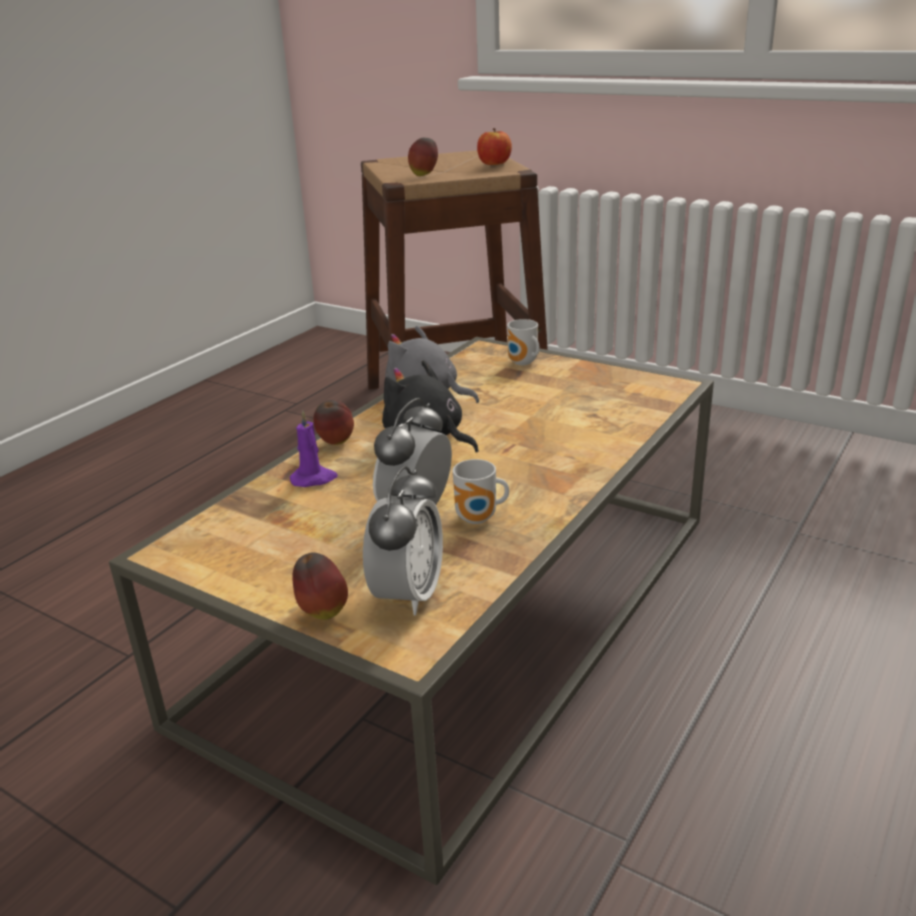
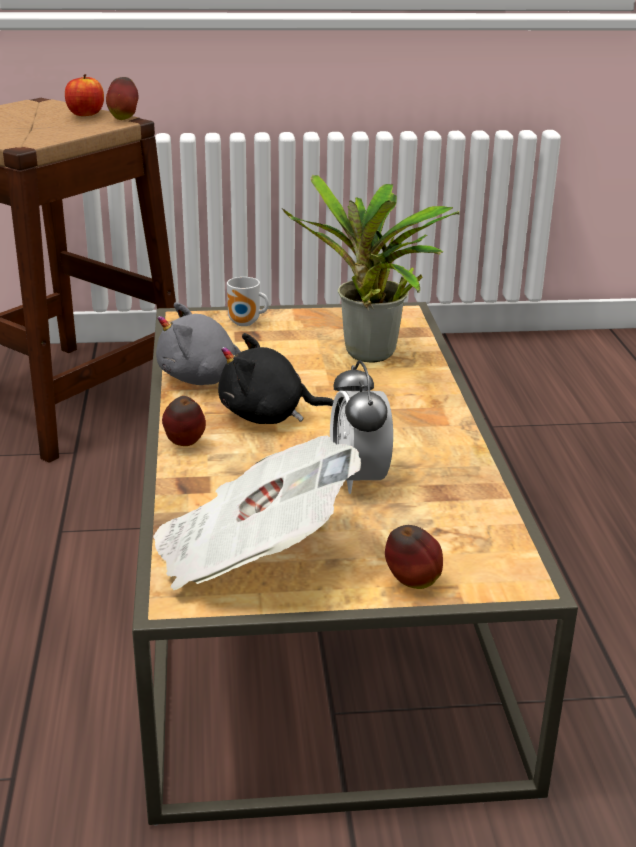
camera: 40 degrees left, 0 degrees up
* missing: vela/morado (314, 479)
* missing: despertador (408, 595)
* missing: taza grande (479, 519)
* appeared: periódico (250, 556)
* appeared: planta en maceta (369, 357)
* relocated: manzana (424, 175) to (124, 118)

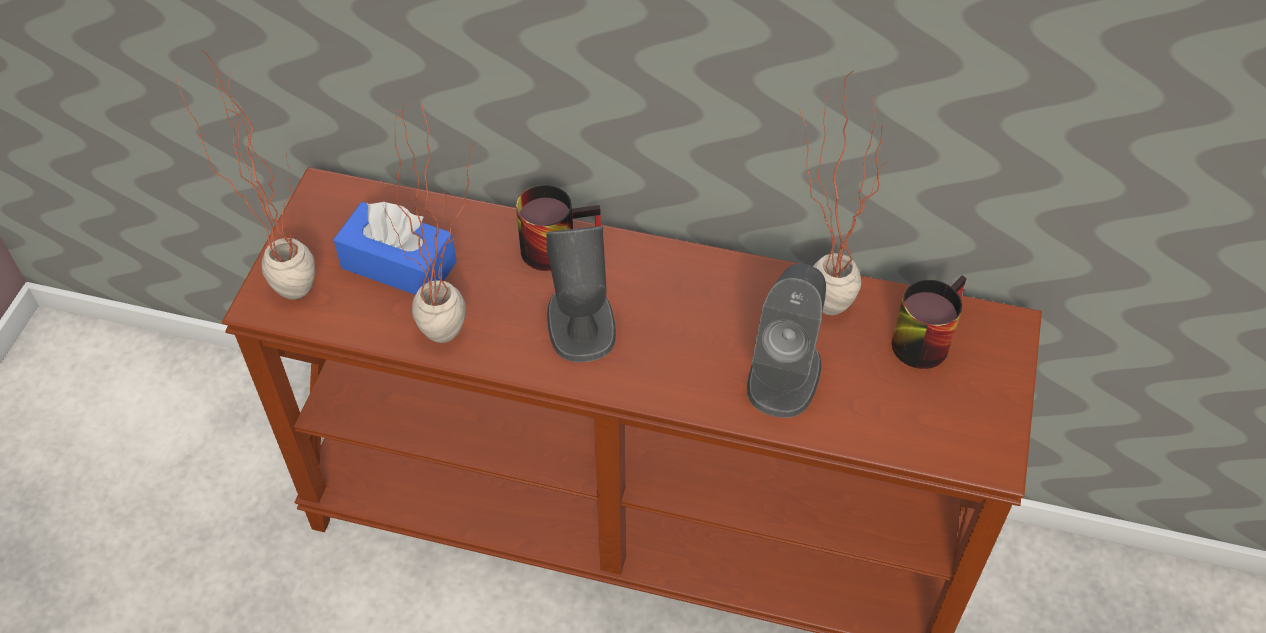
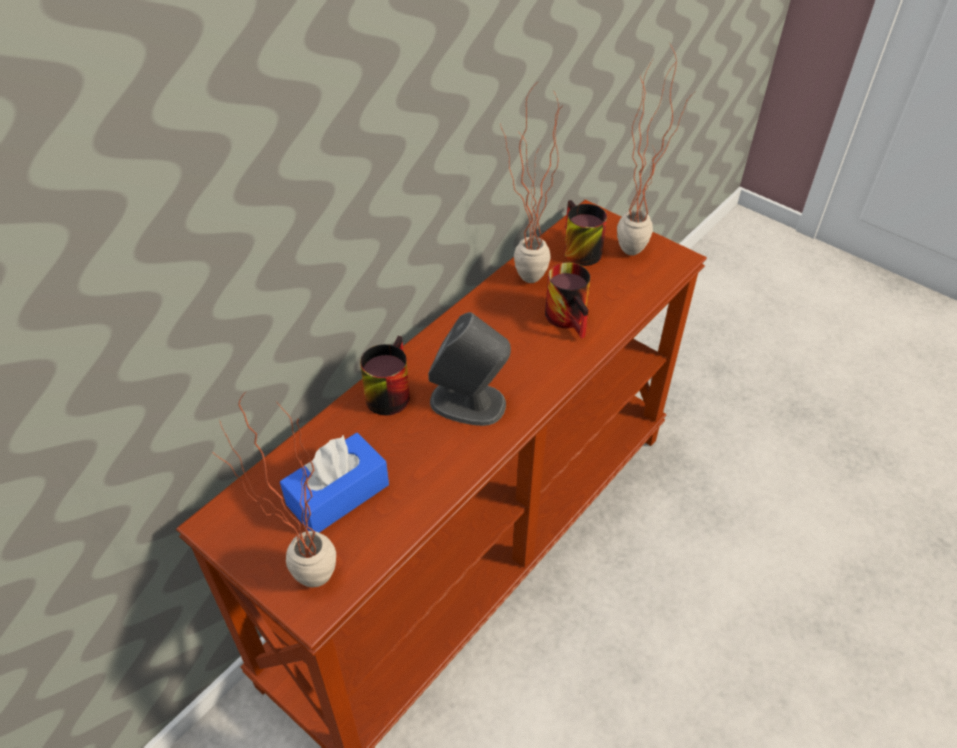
camera: 65 degrees left, 5 degrees down
* relocated: planta en maceta (457, 340) to (638, 246)
* exchanged: altavoz/gris (784, 374) to taza grande (571, 318)

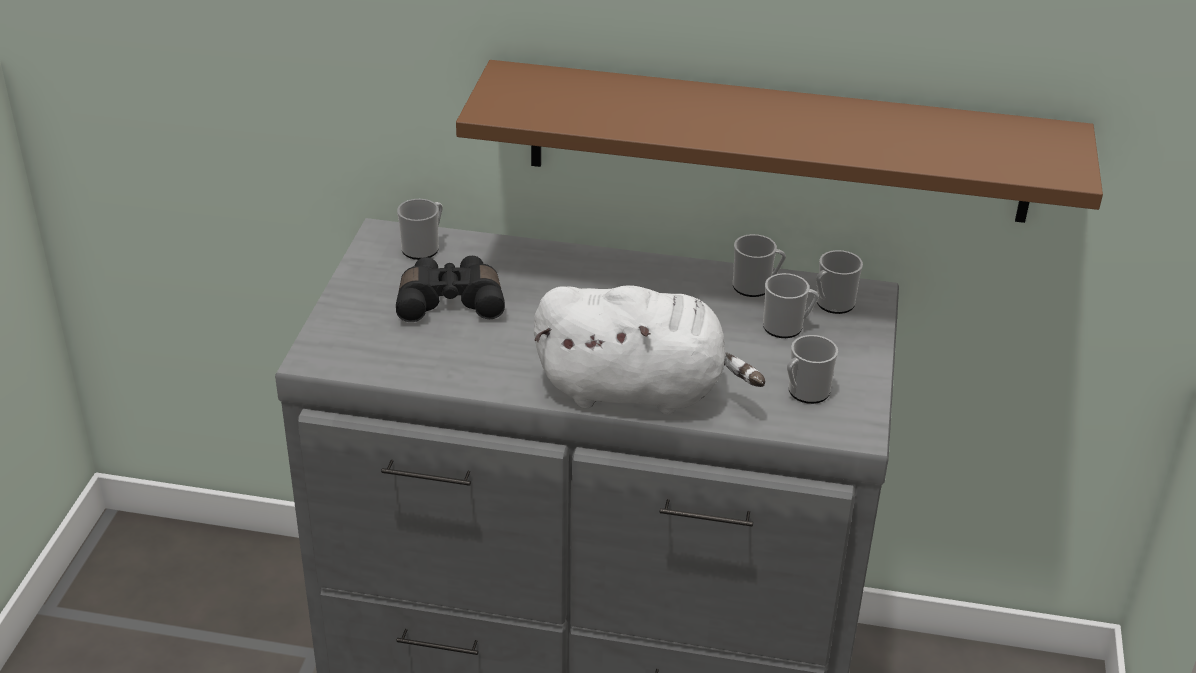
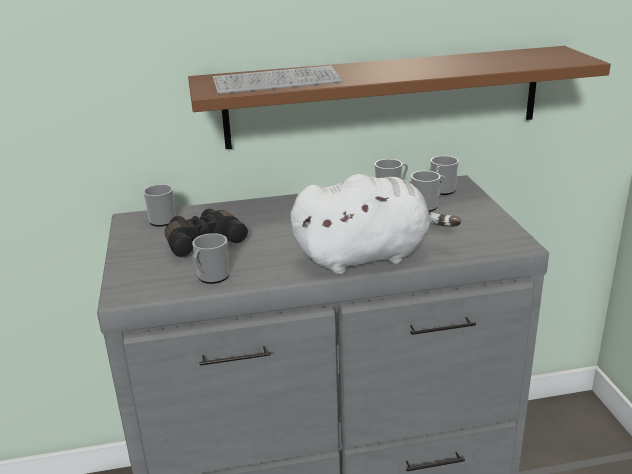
camera: 20 degrees left, 10 degrees down
* appeared: teclado (277, 82)
* relocated: taza grande (805, 392) to (211, 277)

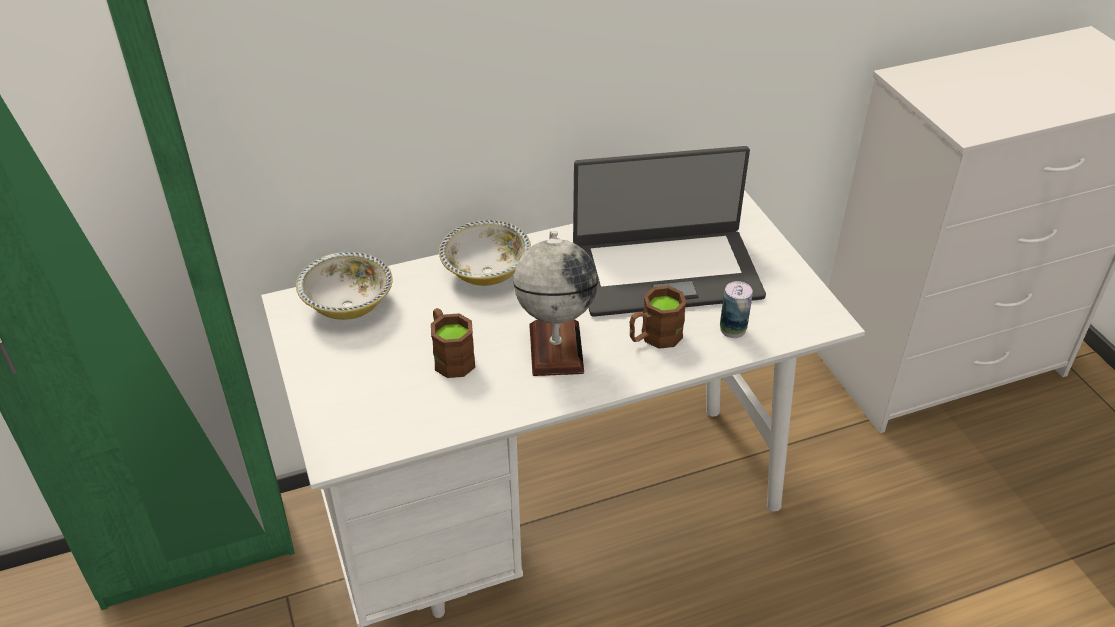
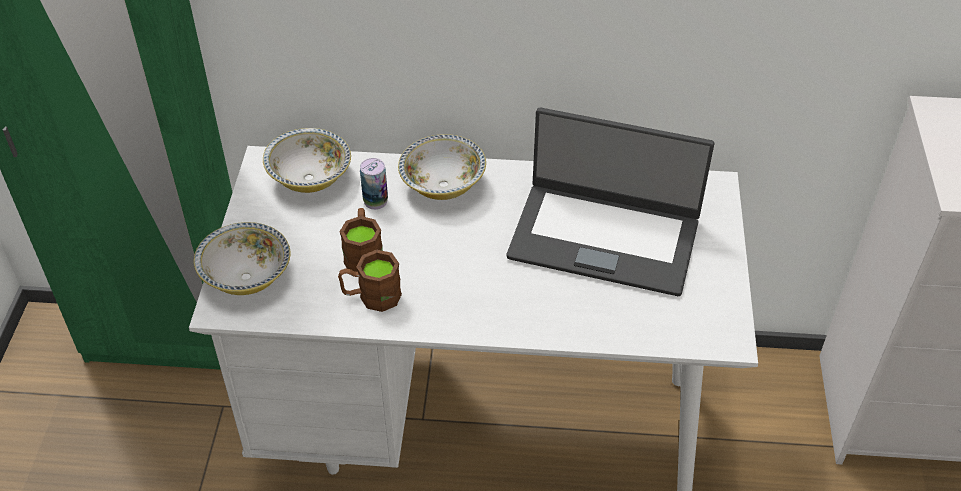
camera: 25 degrees right, 5 degrees up
* missing: globo terráqueo (555, 348)
* appeared: cuenco (246, 276)
* relocated: taza grande/marrón (654, 337) to (371, 296)
* relocated: lata (732, 329) to (375, 201)

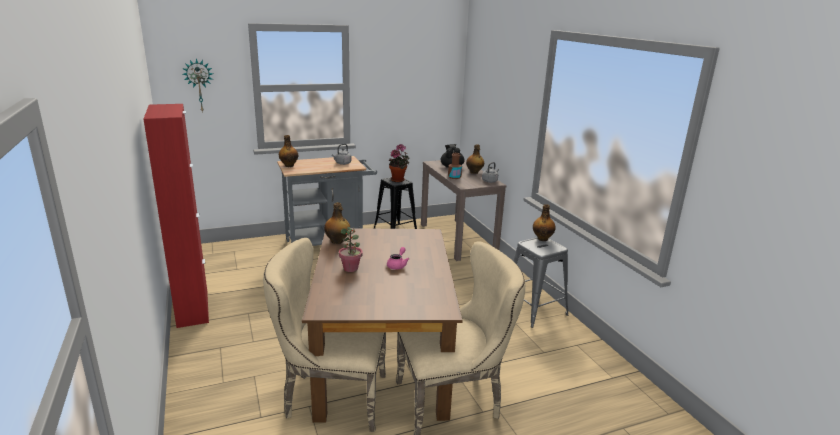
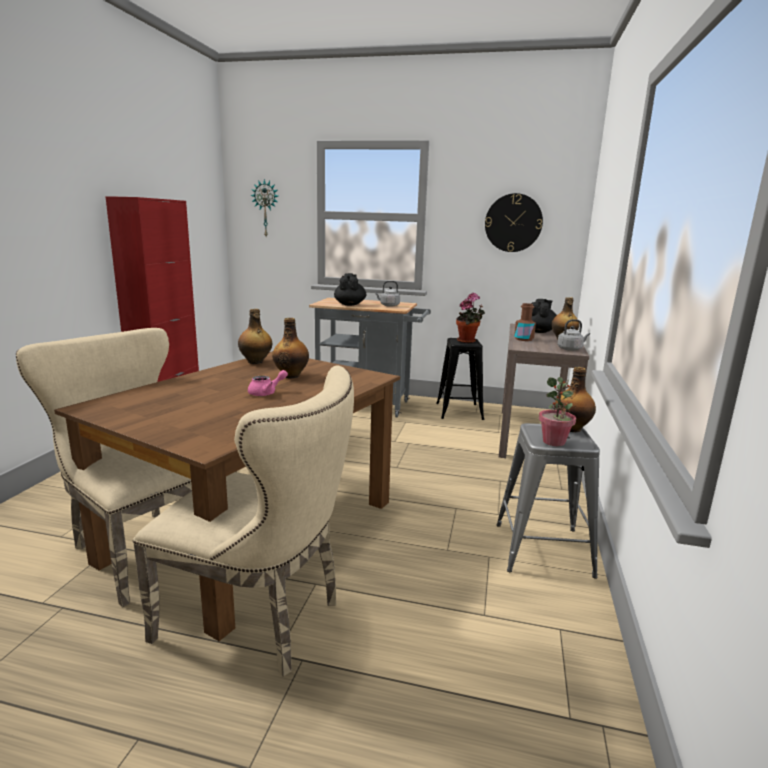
camera: 35 degrees right, 5 degrees down
* appeared: tetera/negro (350, 304)
* appeared: reloj de pared (513, 223)
* relocated: botella (289, 165) to (291, 375)
* relocated: planta en maceta (351, 268) to (554, 442)

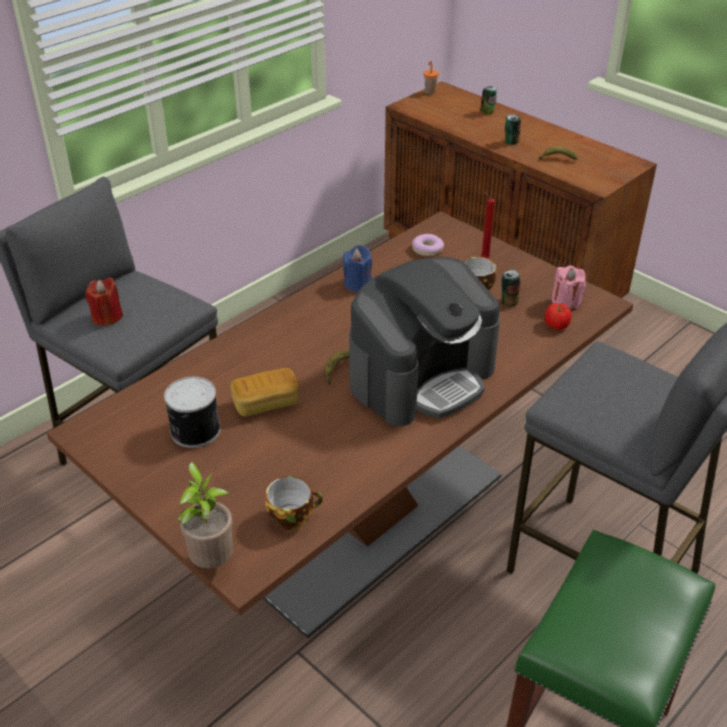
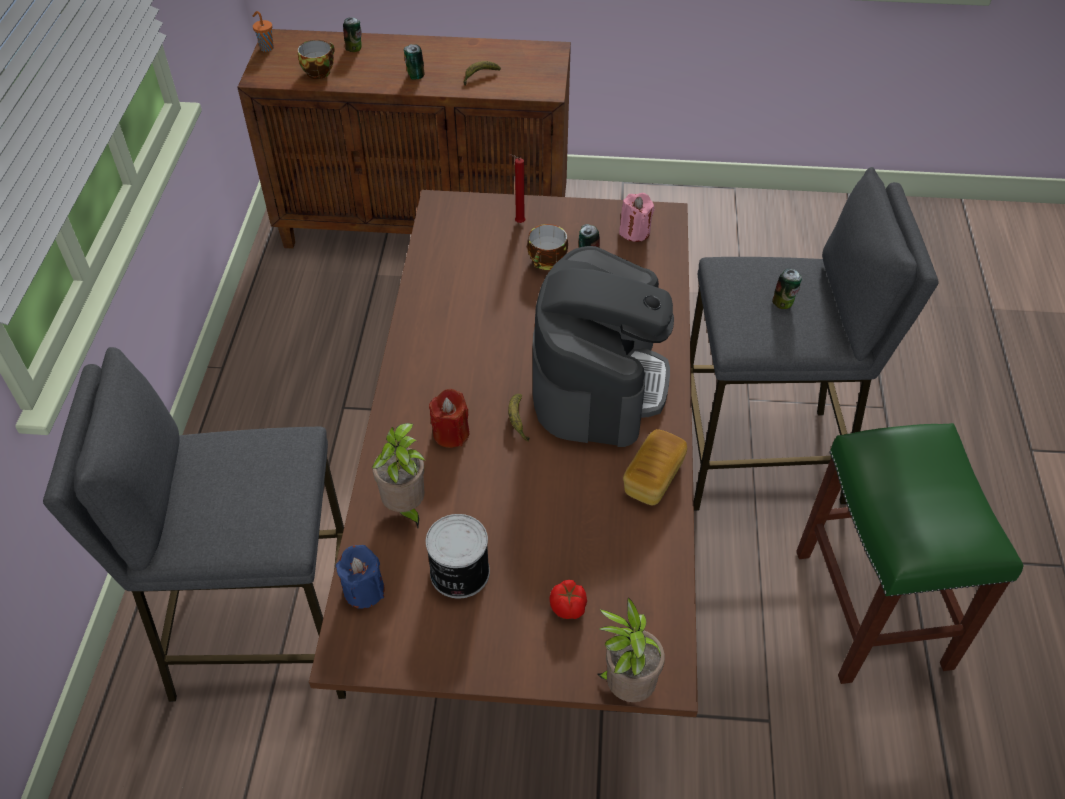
camera: 40 degrees left, 10 degrees up
* missing: rosquilla (427, 249)
* appeared: planta en maceta (405, 508)
* appeared: lata (784, 303)
* relocated: vela/rojo (107, 317) to (451, 433)
* relocated: pan (266, 403) to (653, 478)
* relocated: taza (293, 516) to (319, 71)
* relocated: vela/azul (357, 284) to (364, 590)
* relocated: tomate (556, 325) to (568, 608)

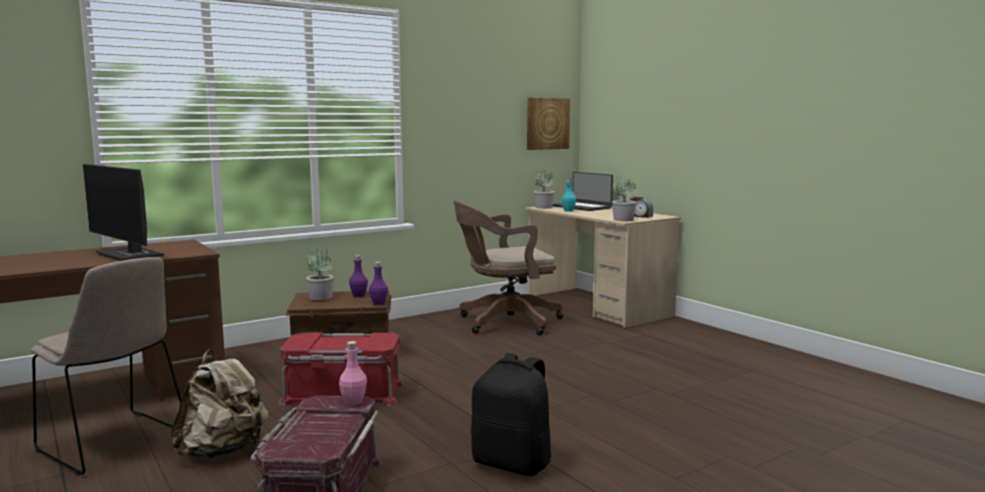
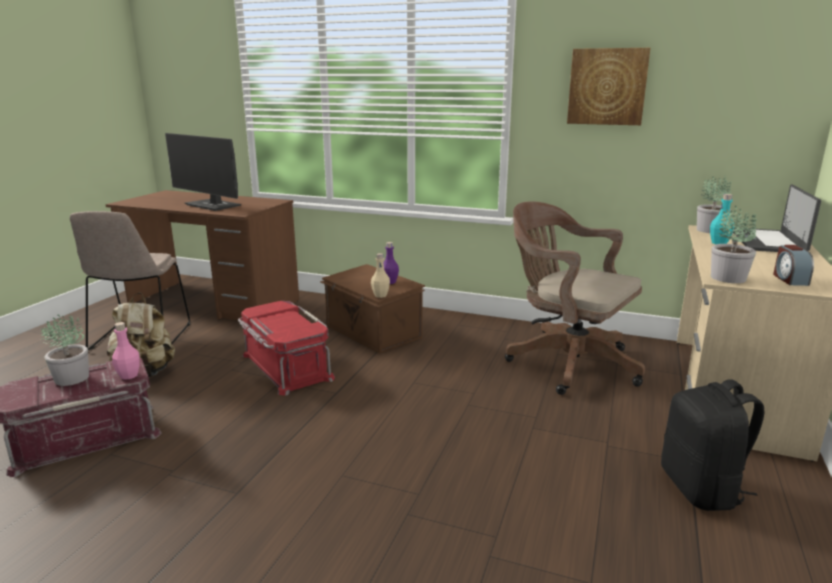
camera: 55 degrees right, 10 degrees up
* relocated: planta en maceta (320, 297) to (73, 378)
* relocated: mochila/negro (513, 463) to (702, 489)
* relocated: cuadro (547, 123) to (607, 87)
* colour: botella/morado (378, 303) to botella/beis (380, 295)
* spun: monitor (130, 255) = (214, 205) 60 degrees counterclockwise

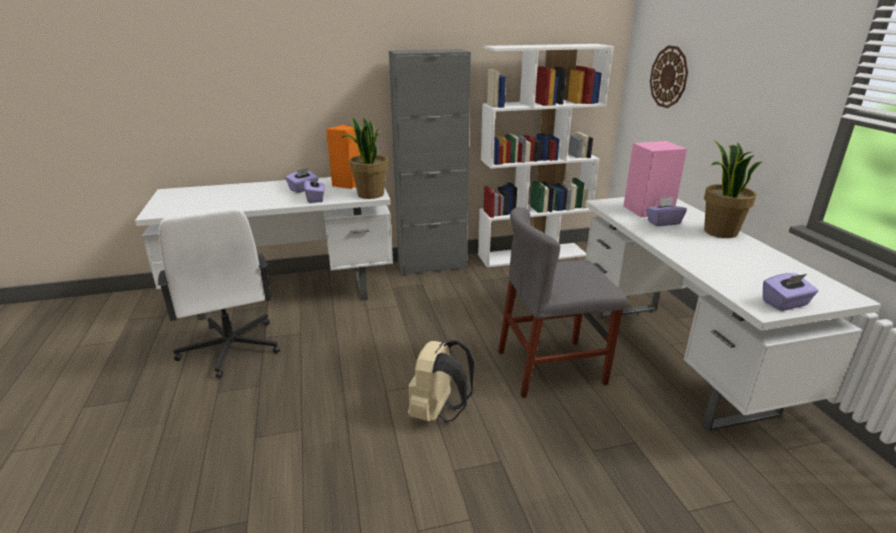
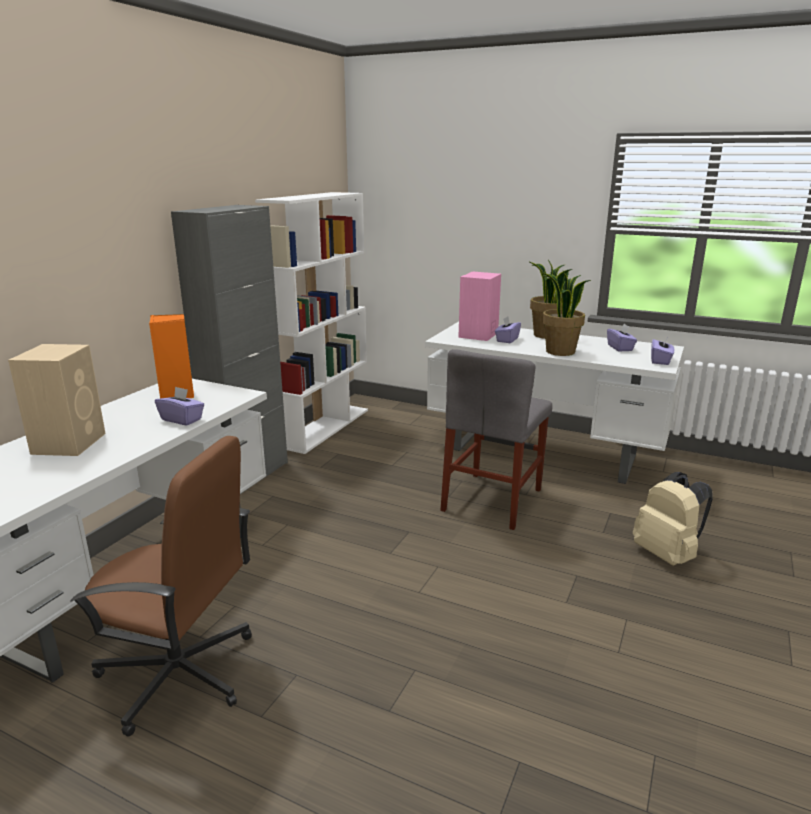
camera: 50 degrees left, 5 degrees down
* missing: reloj de pared (669, 77)
* appeared: altavoz/beis (70, 443)
* relocated: caja de pañuelos/morado (303, 189) to (620, 348)
* relocated: planta en maceta (370, 194) to (560, 352)
* relocated: mochila/beis (438, 412) to (667, 555)
* colour: silla de oficina/blanco (230, 348) to silla de oficina/marrón (179, 673)

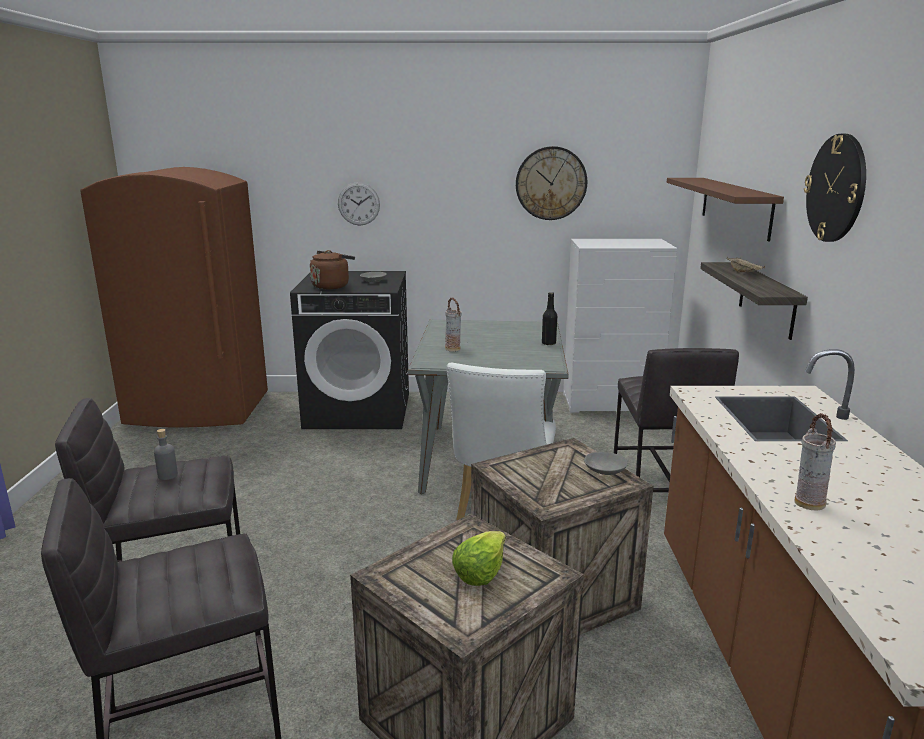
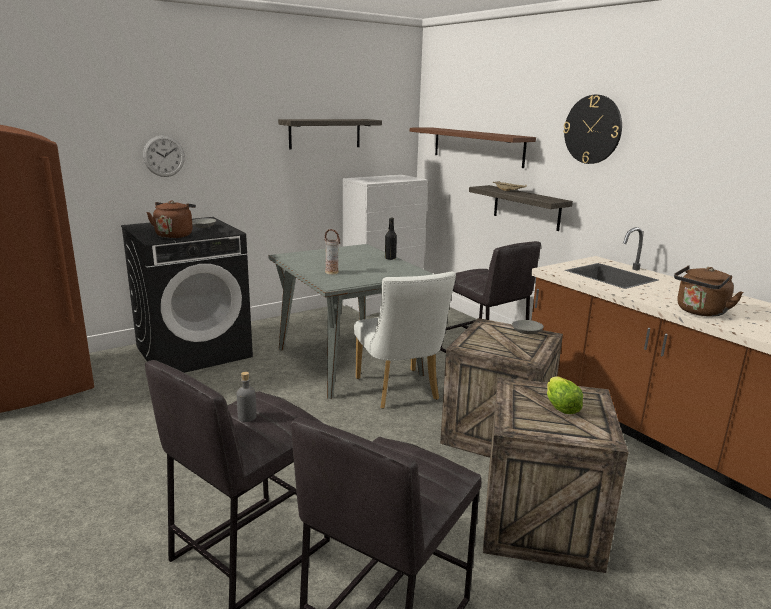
camera: 35 degrees left, 0 degrees up
* exchanged: reloj de pared (551, 183) to estante (325, 133)
* exchanged: florero (808, 504) to hervidor/marrón (700, 312)

